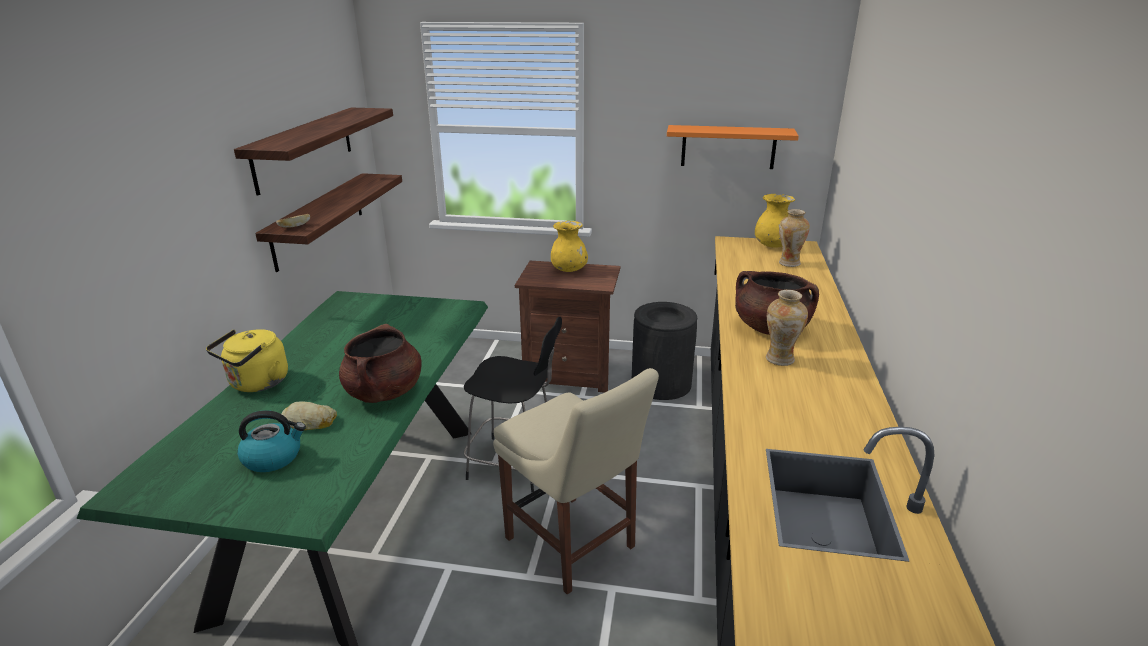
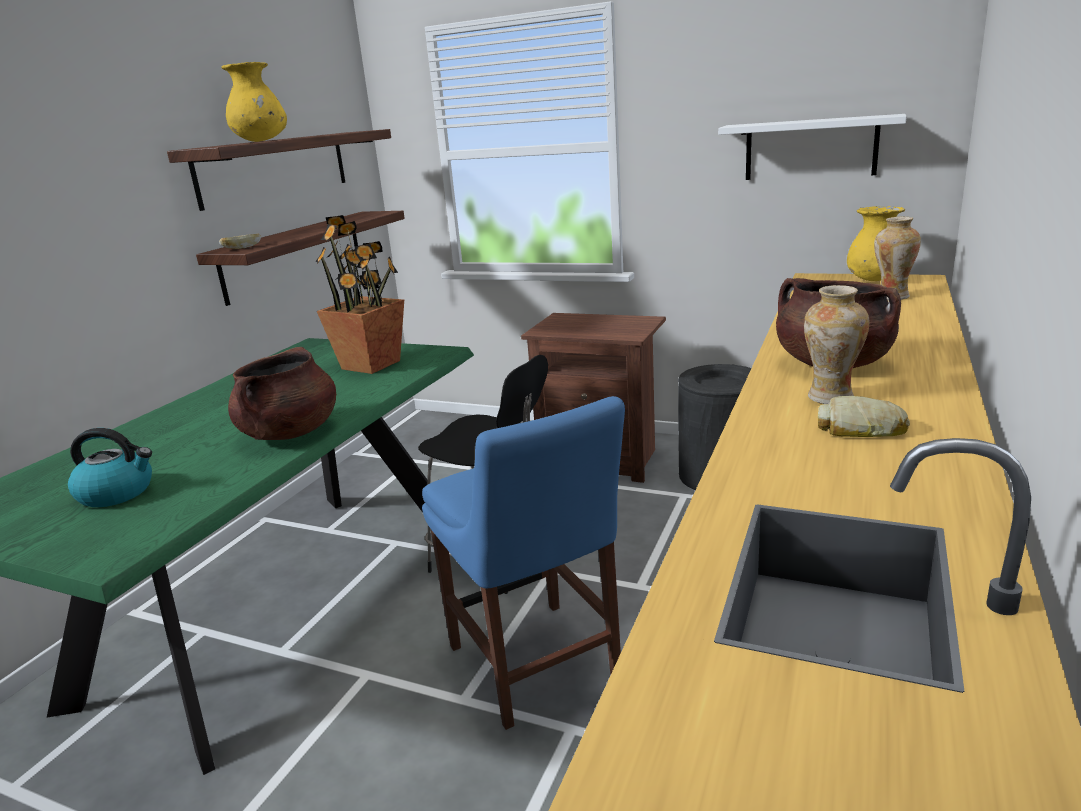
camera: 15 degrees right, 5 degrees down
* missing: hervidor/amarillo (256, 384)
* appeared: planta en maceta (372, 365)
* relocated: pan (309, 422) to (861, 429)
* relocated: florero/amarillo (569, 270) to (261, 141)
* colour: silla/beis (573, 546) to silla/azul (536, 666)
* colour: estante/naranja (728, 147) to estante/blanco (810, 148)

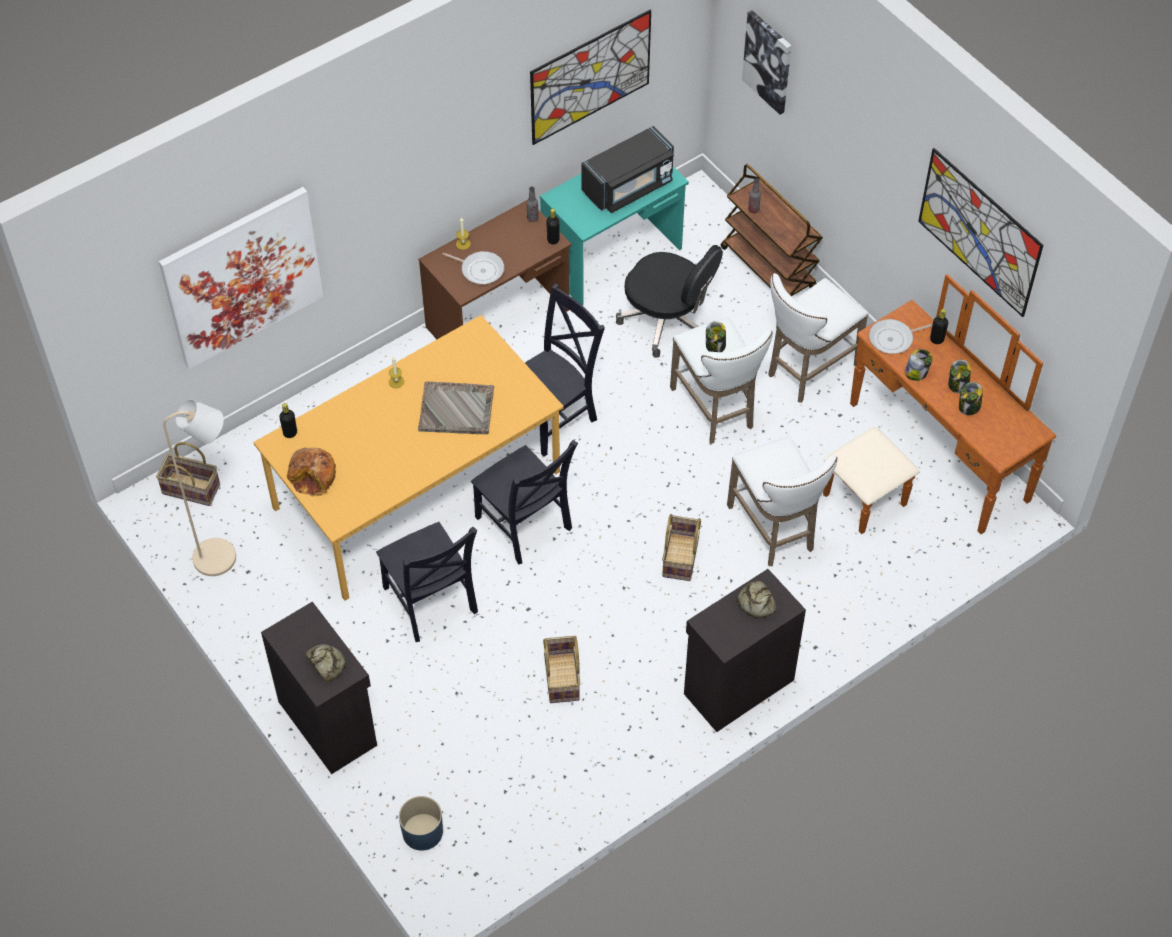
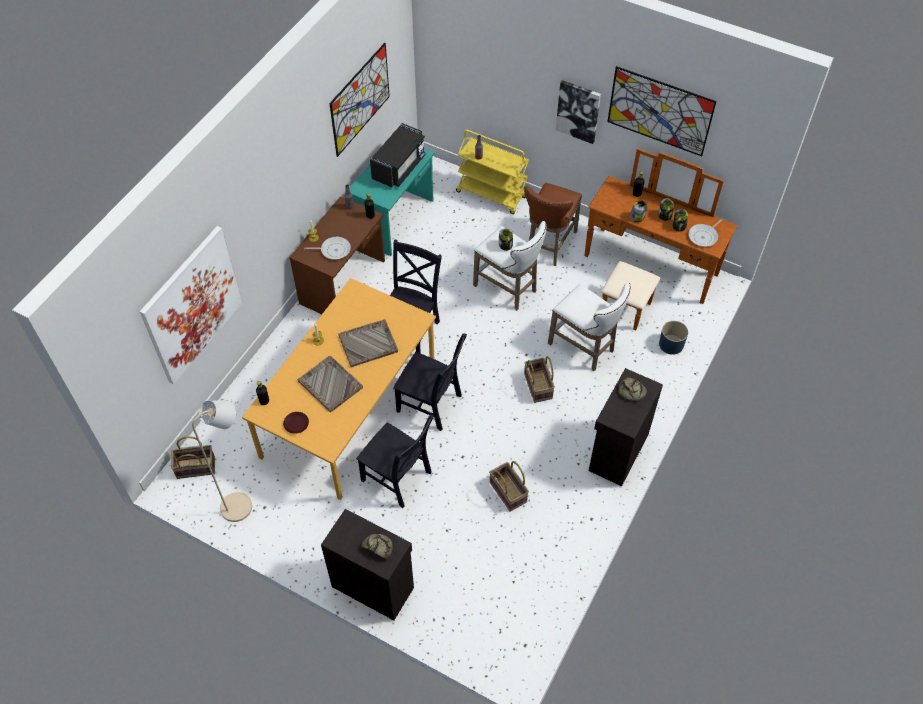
camera: 25 degrees left, 0 degrees up
* missing: silla de oficina/negro (667, 321)
* appeared: bandeja/gris (330, 384)
* relocated: maceta/azul (422, 832) to (671, 344)
* relocated: cuadro (768, 61) to (578, 111)
* relocated: sartén (893, 339) to (704, 236)
* exchanged: pan (313, 476) to plato/marrón (296, 424)
* colour: carrito/marrón (769, 269) to carrito/amarillo (492, 194)
* colour: taburete/blanco (807, 370) to taburete/marrón (548, 245)

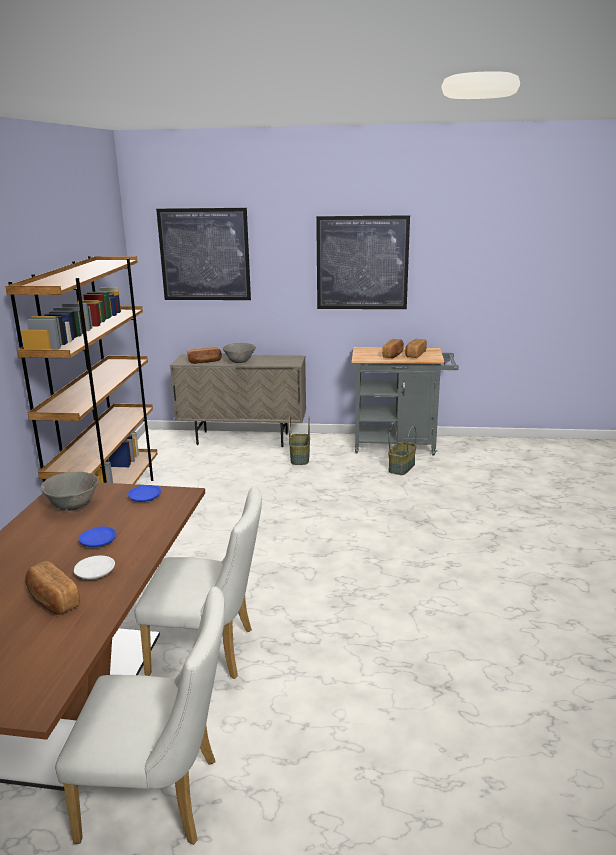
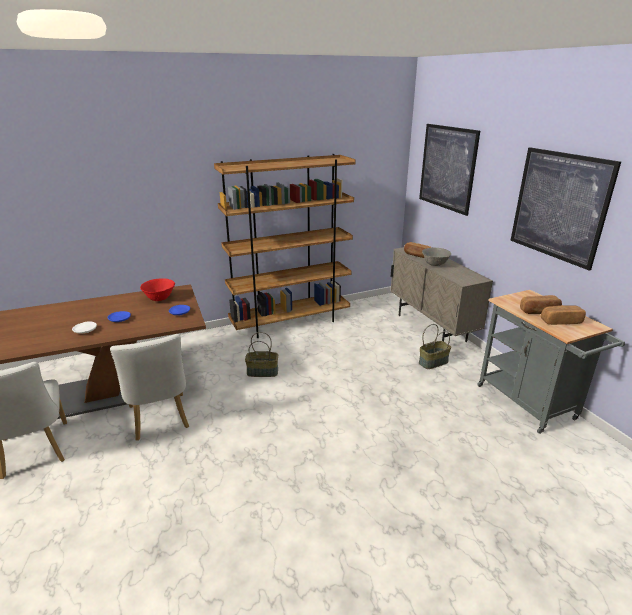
camera: 60 degrees right, 5 degrees up
* missing: pan (52, 600)
* relocated: cesta (401, 467) to (263, 372)
* colour: cuenco/gris (73, 506) to cuenco/rojo (160, 299)

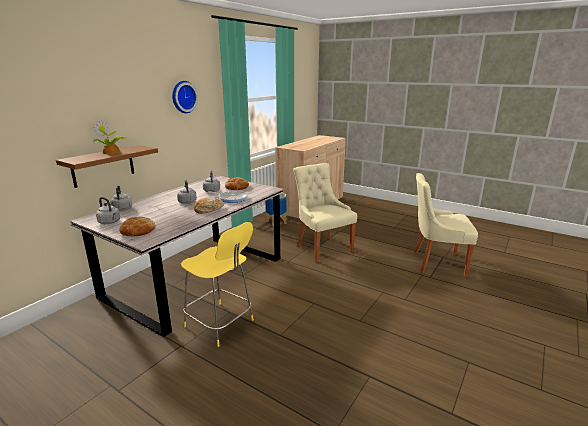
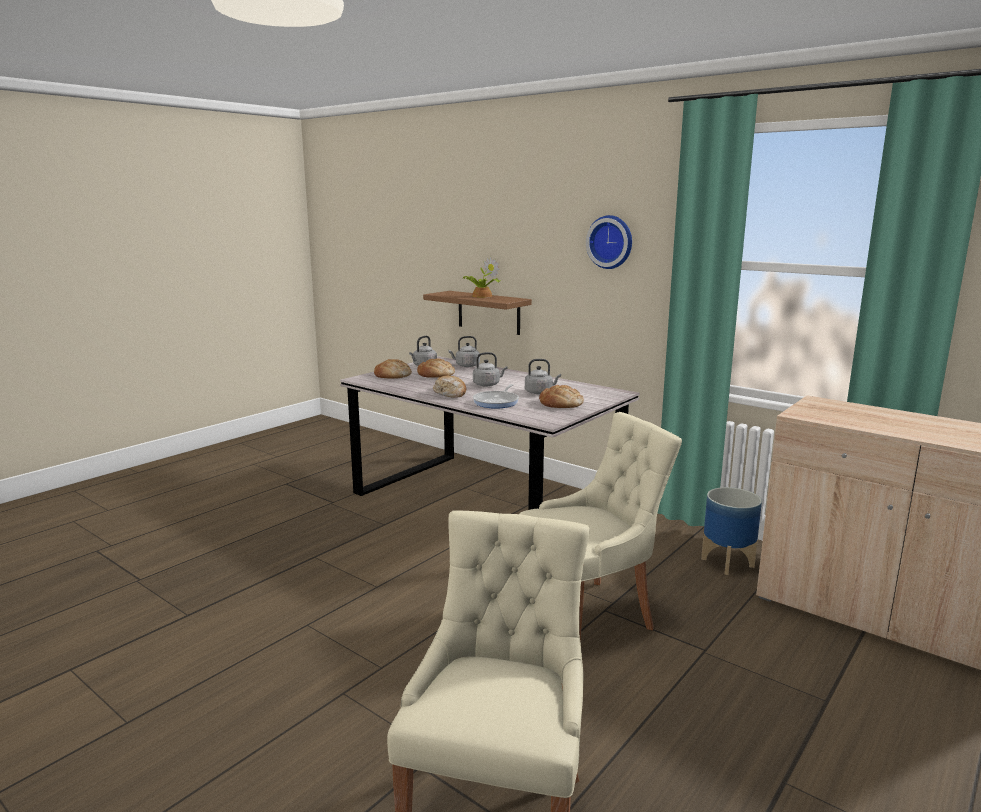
camera: 95 degrees right, 5 degrees down
* missing: taburete/amarillo (221, 324)
* appeared: pan (436, 374)

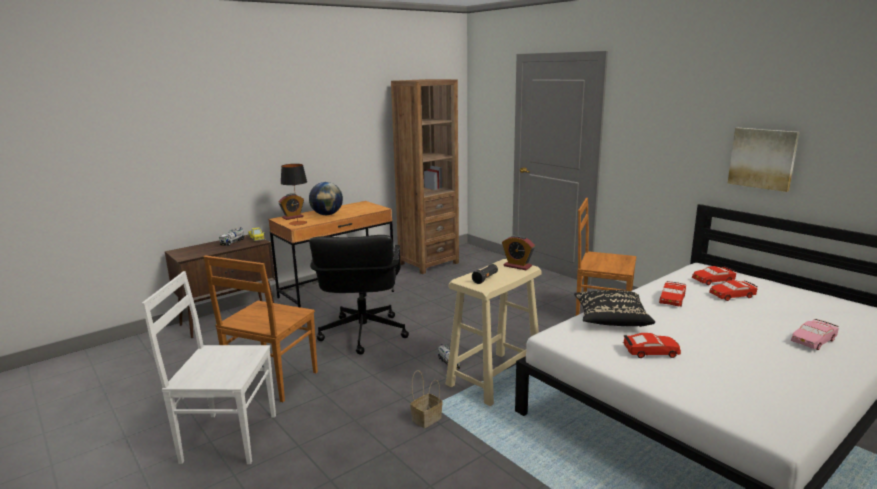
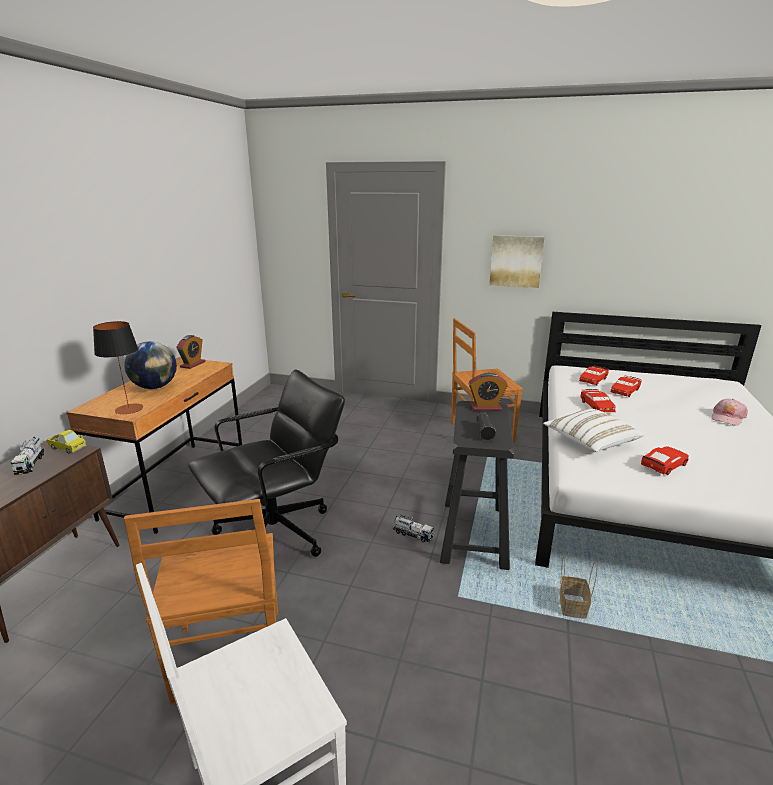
camera: 35 degrees left, 5 degrees up
* missing: estantería/marrón (428, 263)
* relocated: despertador (293, 217) to (192, 364)
* relocated: cesta (427, 418) to (571, 605)
* relocated: cuadro (762, 158) to (516, 261)
* exchanged: coche de juguete/rosa (813, 340) to gorra/rosa (727, 417)
* colour: taburete/beis (494, 378) to taburete/negro (474, 534)
* colour: cojín/negro (611, 320) to cojín/blanco (590, 442)
* spun: silla de oficina/negro (362, 334) = (276, 533) 90 degrees counterclockwise

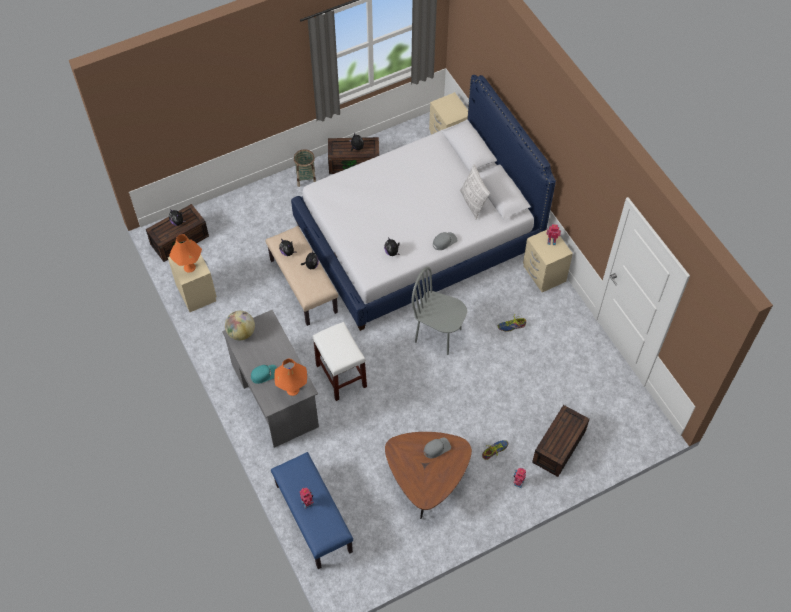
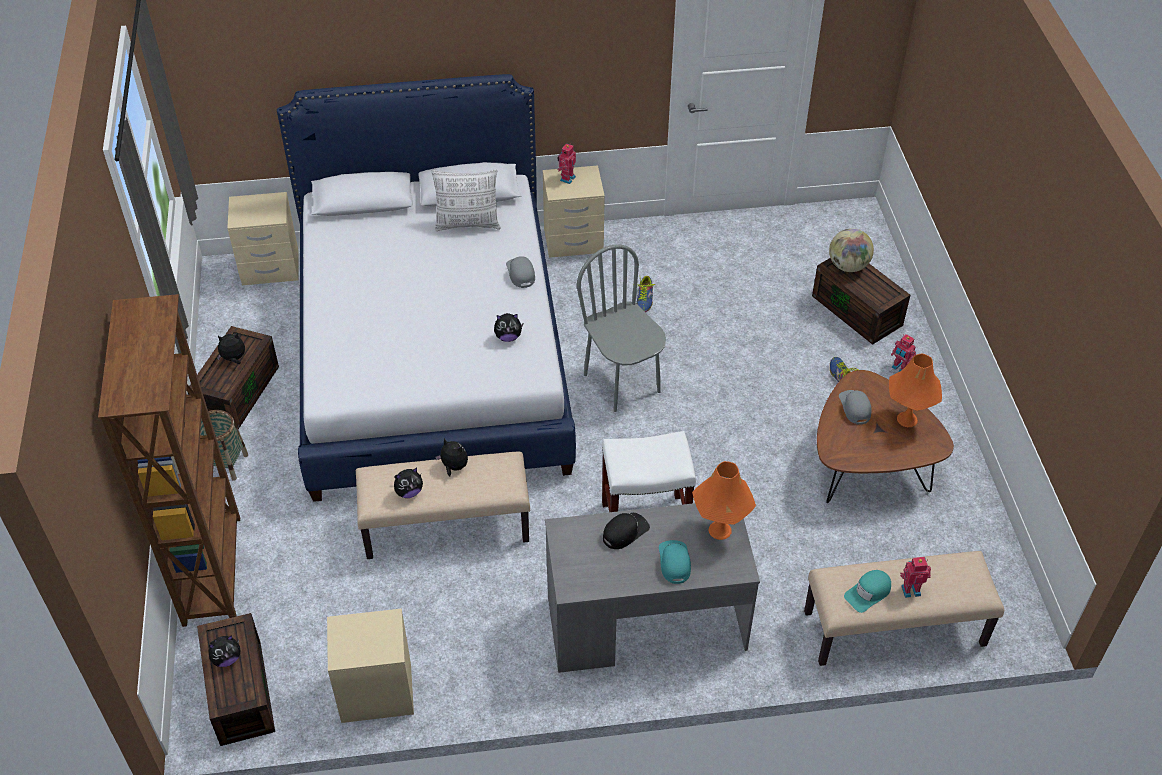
camera: 70 degrees left, 10 degrees down
* appeared: estantería/marrón (213, 569)
* appeared: gorra/negro (625, 532)
* appeared: gorra/turquesa (868, 593)
* relocated: lámpara de mesa/naranja (189, 267) to (907, 419)
* relocated: globo terráqueo (241, 333) to (848, 266)
* colour: banco/azul (312, 518) to banco/beis (893, 629)
* spun: silla/gris (438, 335) = (622, 383) 105 degrees clockwise

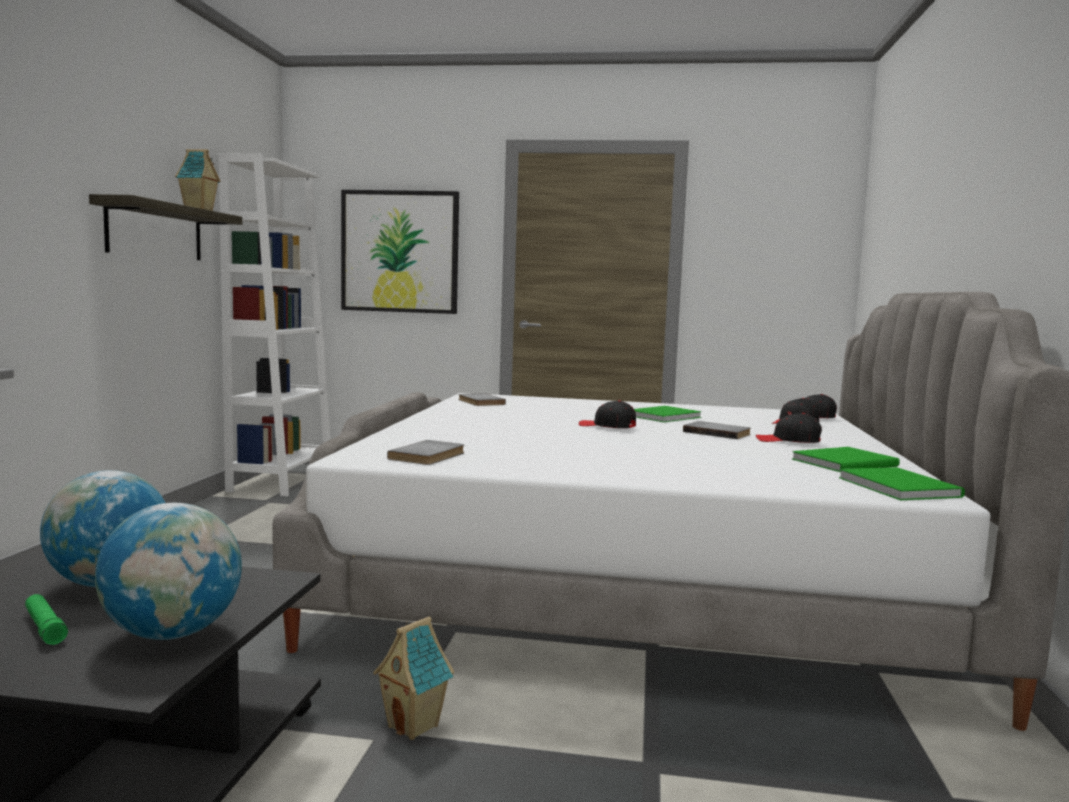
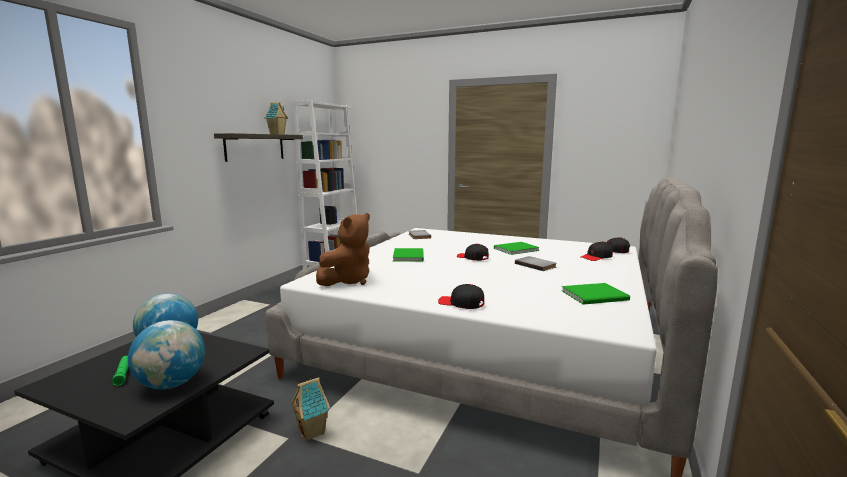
camera: 15 degrees right, 5 degrees up
* missing: cuadro (400, 252)
* relocated: gorra/negro (788, 441) to (461, 304)
* relocated: libro/verde (898, 486) to (409, 256)
* exchanged: libro/gris (429, 456) to peluche/marrón (348, 281)

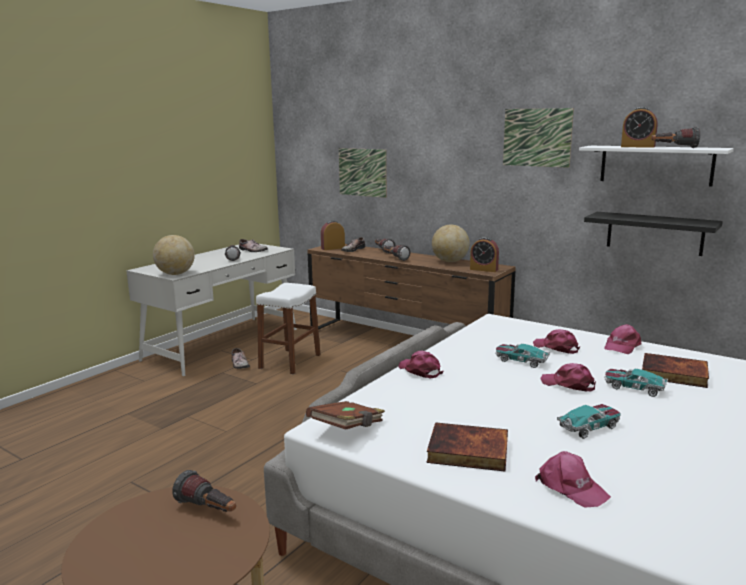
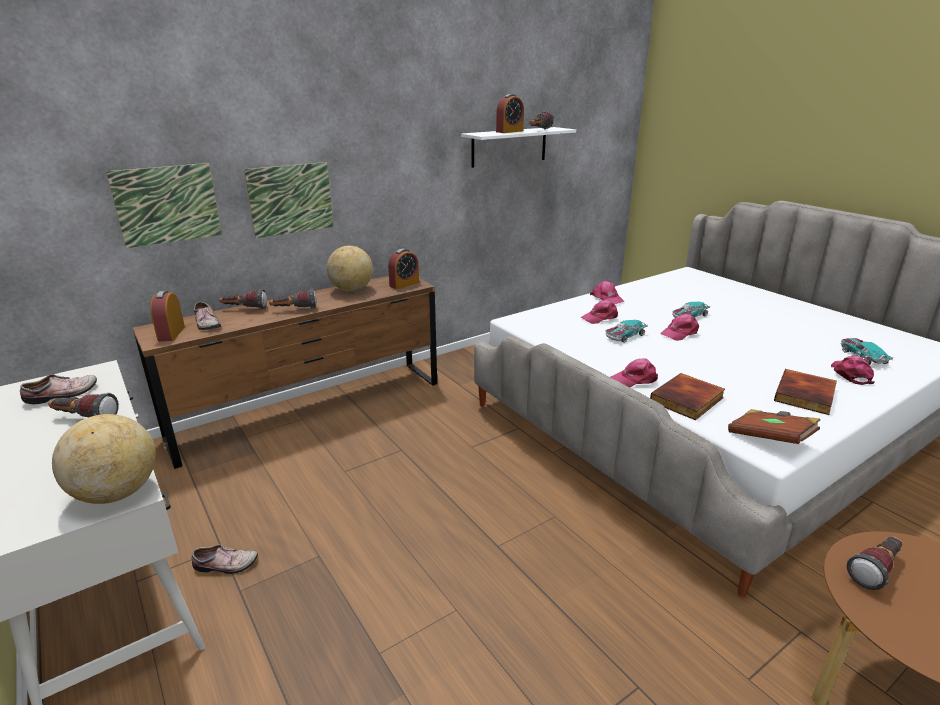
camera: 70 degrees left, 10 degrees up
* missing: taburete/blanco (290, 361)
* missing: estante/negro (654, 233)
* relocated: cuadro (537, 137) to (291, 199)
* relocated: coche de juguete (589, 427) to (862, 356)
* relocated: libro (673, 374) to (688, 400)
* spun: gorra/rosa (571, 487) = (851, 374) 60 degrees counterclockwise

